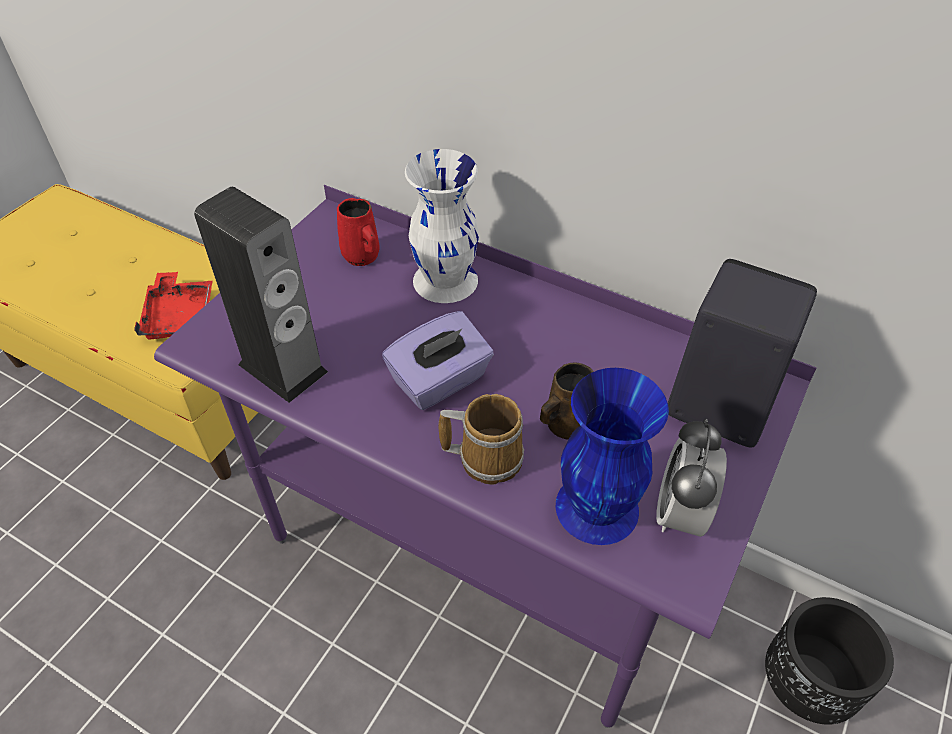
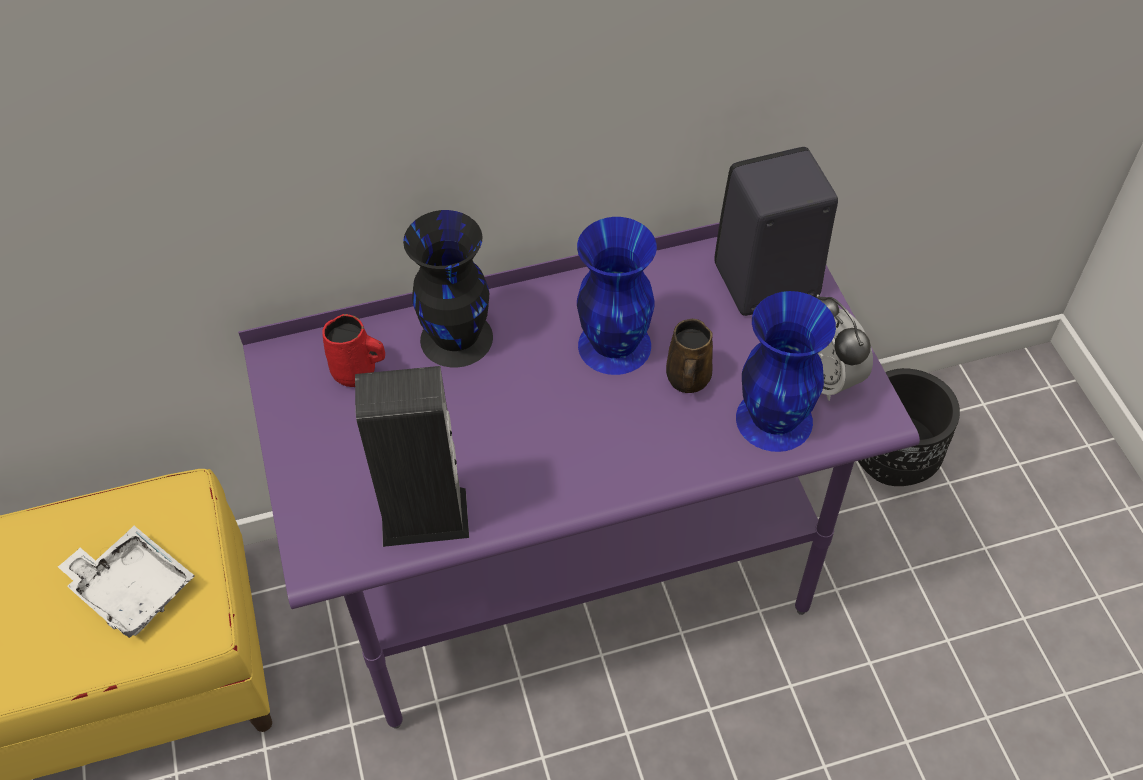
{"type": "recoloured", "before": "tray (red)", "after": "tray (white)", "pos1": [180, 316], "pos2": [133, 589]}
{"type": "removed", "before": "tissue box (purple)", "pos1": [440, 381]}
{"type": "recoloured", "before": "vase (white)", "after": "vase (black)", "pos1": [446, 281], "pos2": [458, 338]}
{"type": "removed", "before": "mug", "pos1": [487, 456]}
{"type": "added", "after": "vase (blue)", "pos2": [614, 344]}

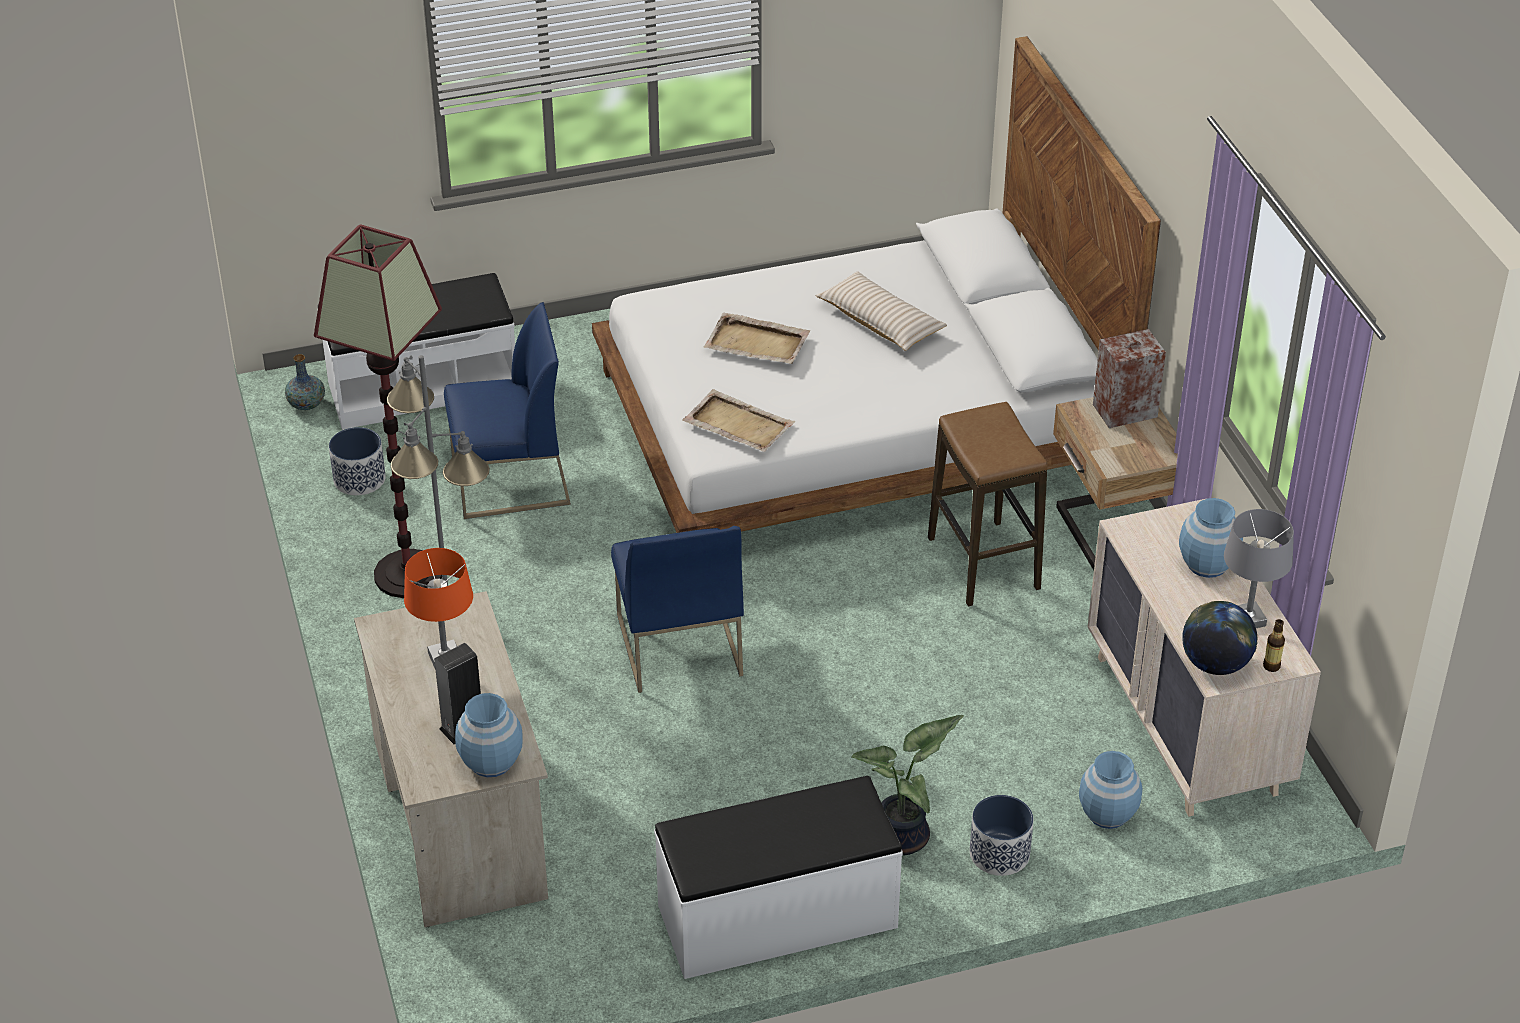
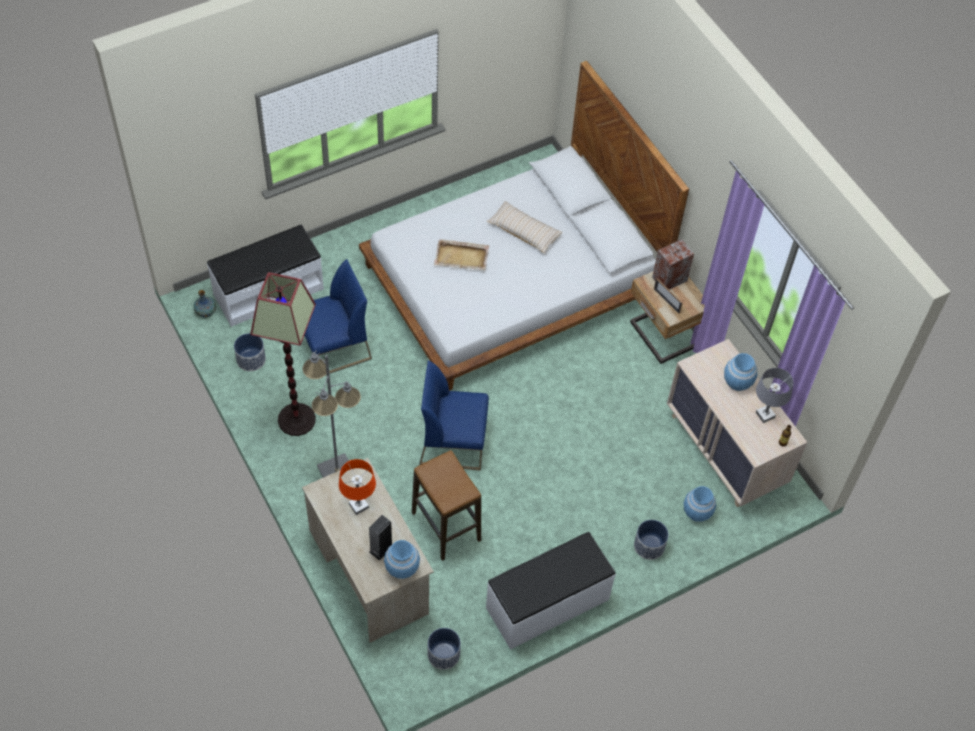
{"type": "turned", "before": "chair (blue)", "pos1": [677, 644], "pos2": [453, 442], "turn": 120}
{"type": "removed", "before": "tray (beige)", "pos1": [737, 424]}
{"type": "removed", "before": "potted plant", "pos1": [904, 838]}
{"type": "moved", "before": "stool", "pos1": [984, 564], "pos2": [446, 527]}
{"type": "removed", "before": "globe", "pos1": [1215, 664]}
{"type": "added", "after": "planter", "pos2": [443, 654]}
{"type": "added", "after": "picture frame", "pos2": [666, 301]}

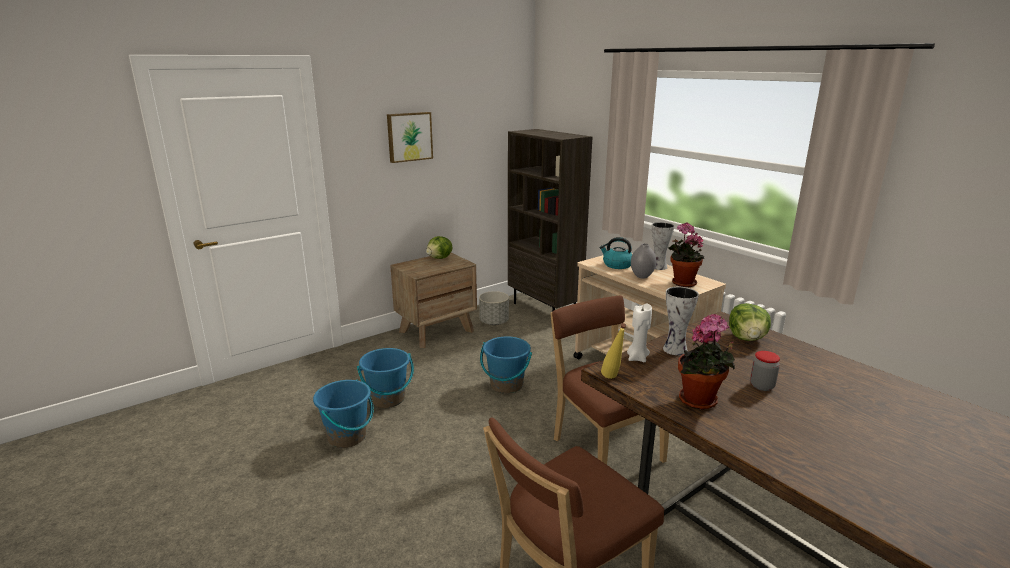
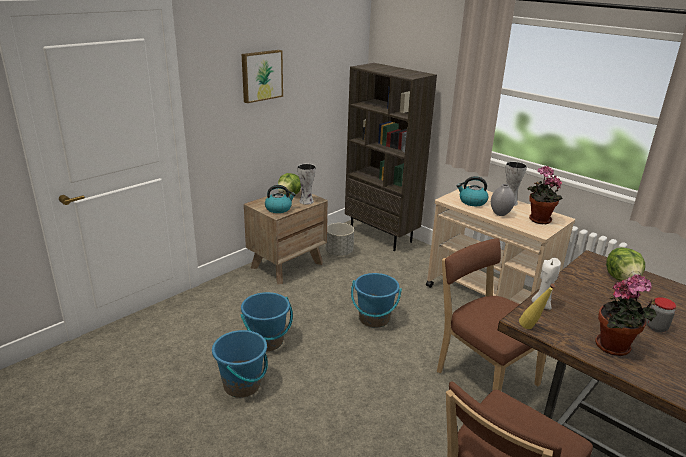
{"type": "moved", "before": "vase", "pos1": [675, 350], "pos2": [306, 201]}
{"type": "added", "after": "kettle", "pos2": [279, 209]}

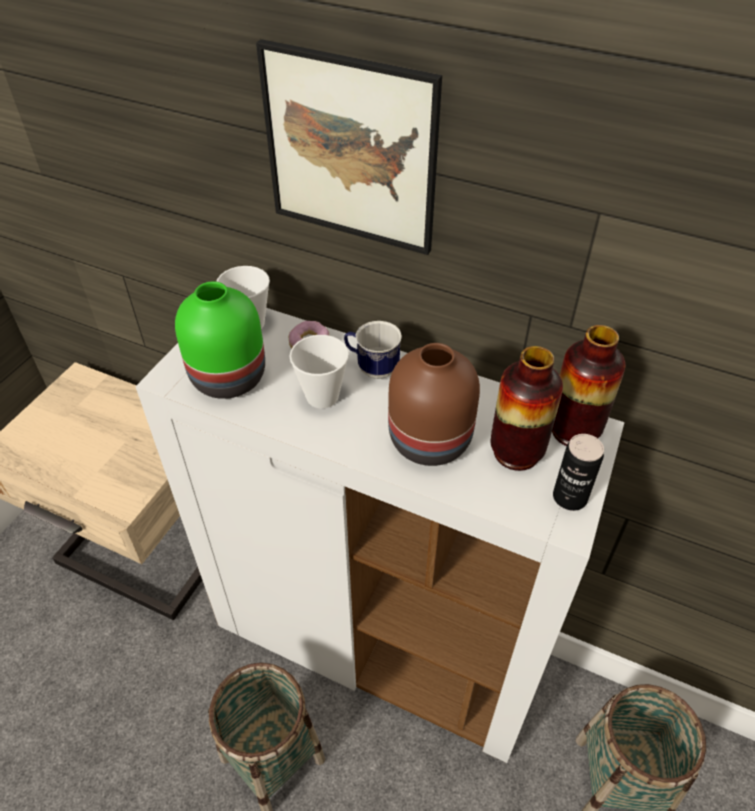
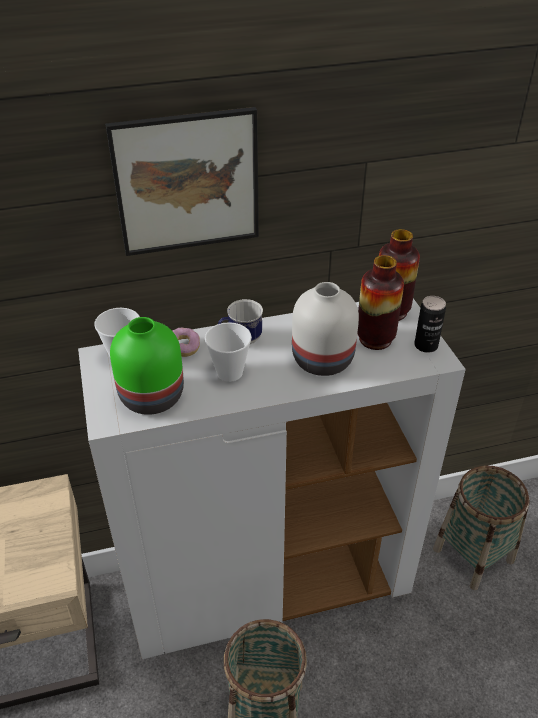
{"type": "recoloured", "before": "vase (brown)", "after": "vase (white)", "pos1": [427, 439], "pos2": [321, 360]}

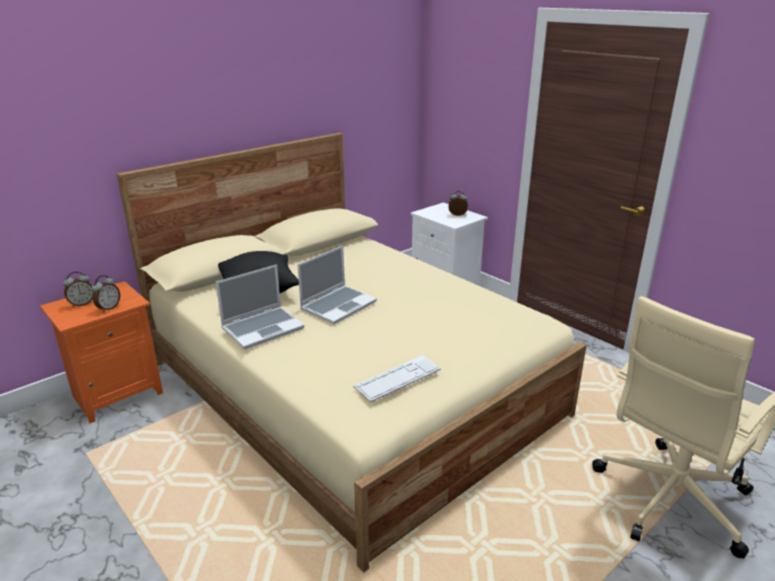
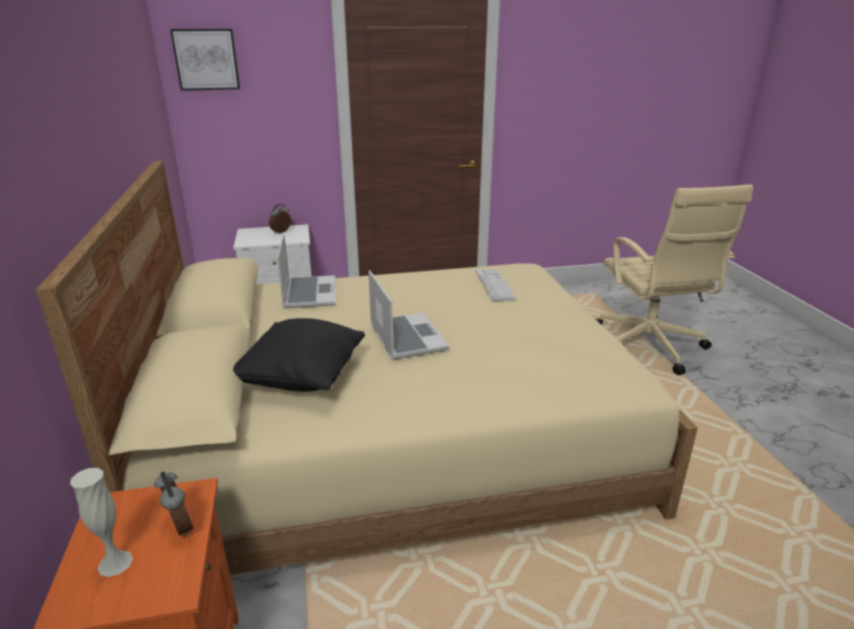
{"type": "replaced", "before": "alarm clock", "after": "vase (white)", "pos1": [82, 304], "pos2": [115, 563]}
{"type": "moved", "before": "laptop", "pos1": [263, 328], "pos2": [309, 293]}
{"type": "moved", "before": "keyboard", "pos1": [398, 378], "pos2": [494, 285]}
{"type": "added", "after": "picture", "pos2": [206, 59]}

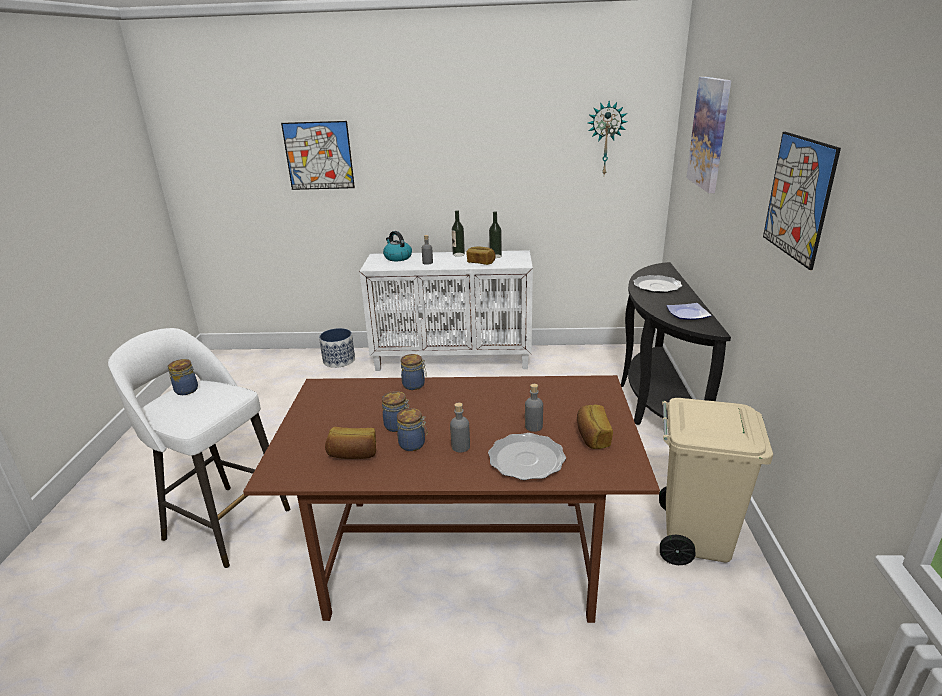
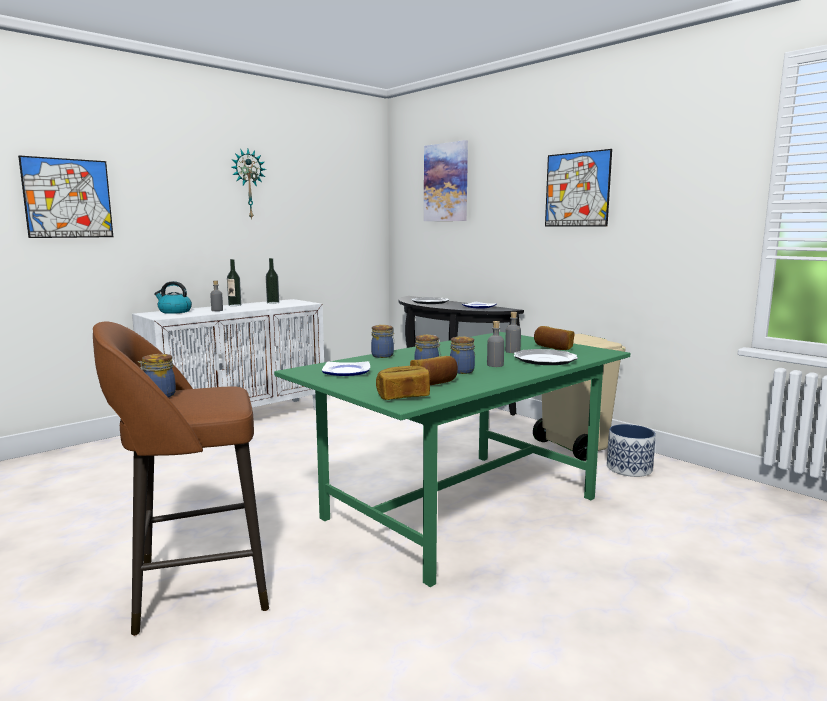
{"type": "recoloured", "before": "stool (white)", "after": "stool (brown)", "pos1": [225, 523], "pos2": [197, 588]}
{"type": "recoloured", "before": "dining table (brown)", "after": "dining table (green)", "pos1": [459, 555], "pos2": [461, 509]}
{"type": "moved", "before": "planter", "pos1": [338, 360], "pos2": [629, 469]}
{"type": "moved", "before": "bread", "pos1": [481, 262], "pos2": [403, 396]}
{"type": "moved", "before": "wall clock", "pos1": [605, 138], "pos2": [248, 184]}
{"type": "added", "after": "plate", "pos2": [347, 372]}

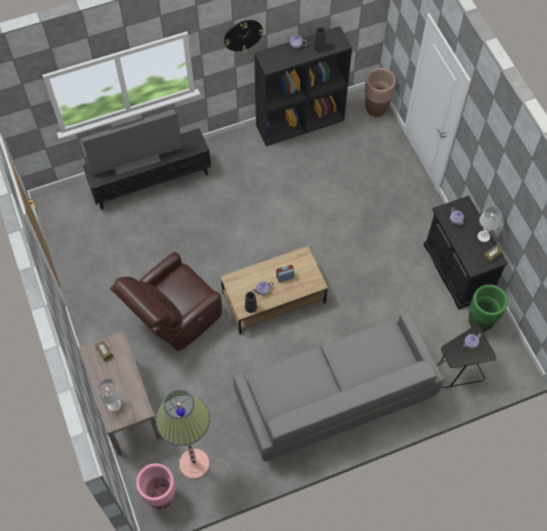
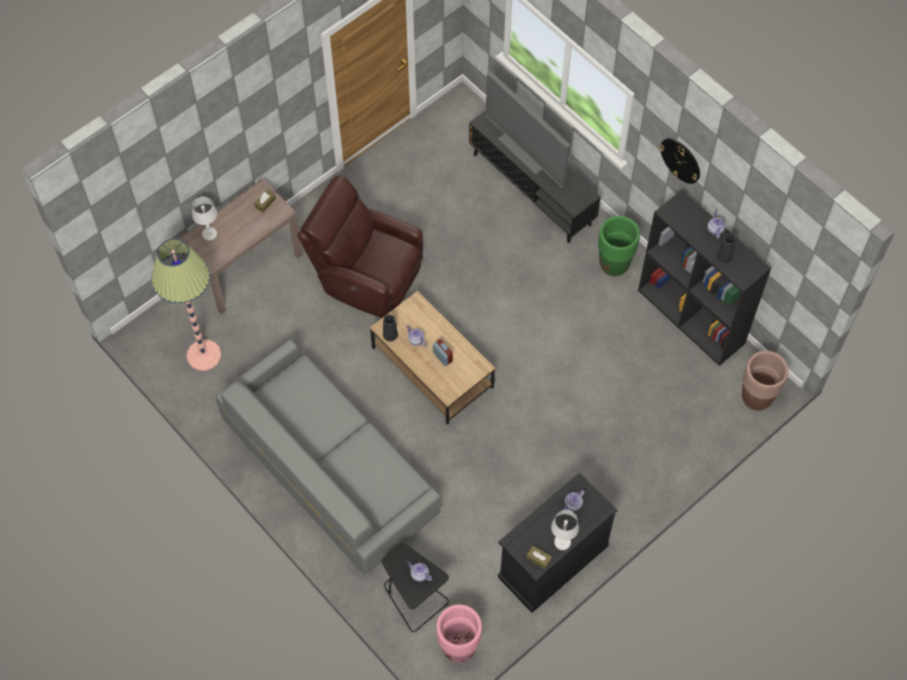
{"type": "moved", "before": "planter (pink)", "pos1": [161, 497], "pos2": [458, 647]}
{"type": "moved", "before": "planter (green)", "pos1": [480, 322], "pos2": [614, 265]}

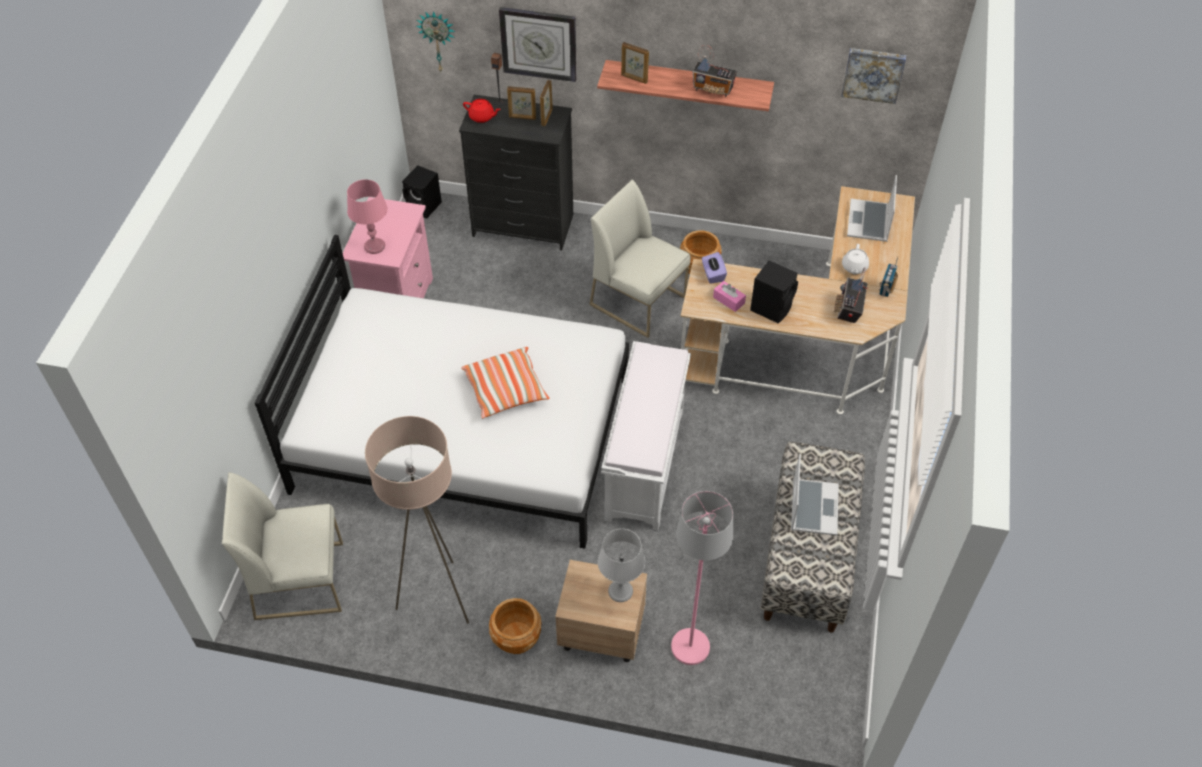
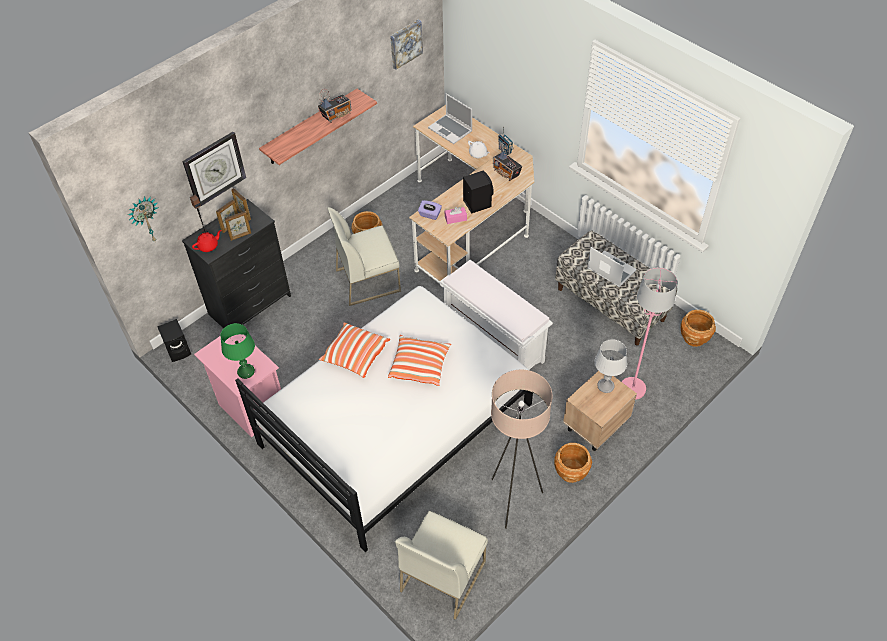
{"type": "recoloured", "before": "table lamp (pink)", "after": "table lamp (green)", "pos1": [374, 246], "pos2": [245, 371]}
{"type": "moved", "before": "picture frame", "pos1": [634, 79], "pos2": [241, 236]}
{"type": "added", "after": "pillow", "pos2": [355, 355]}
{"type": "added", "after": "planter (brown)", "pos2": [694, 338]}

